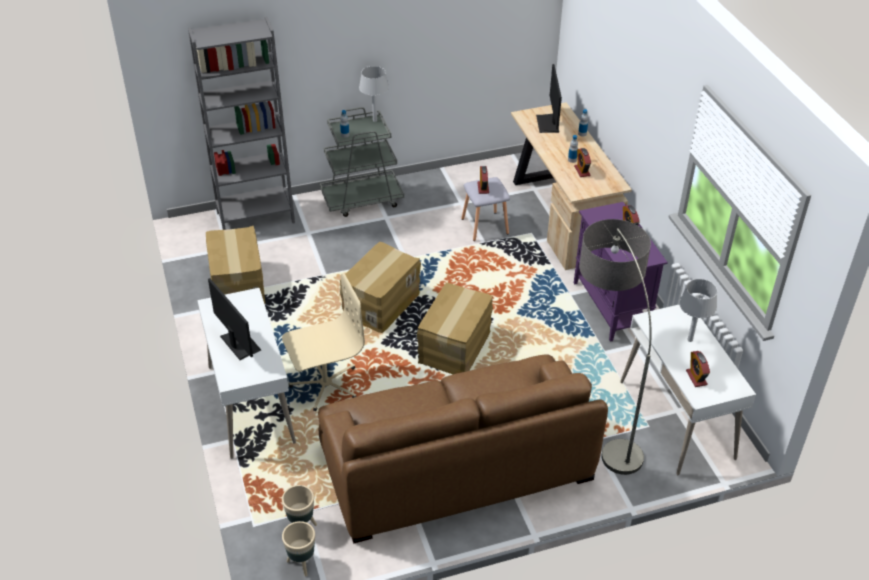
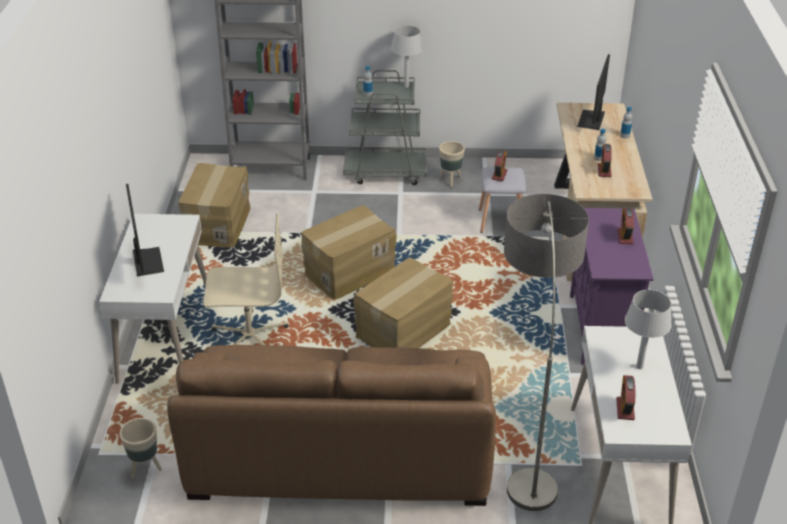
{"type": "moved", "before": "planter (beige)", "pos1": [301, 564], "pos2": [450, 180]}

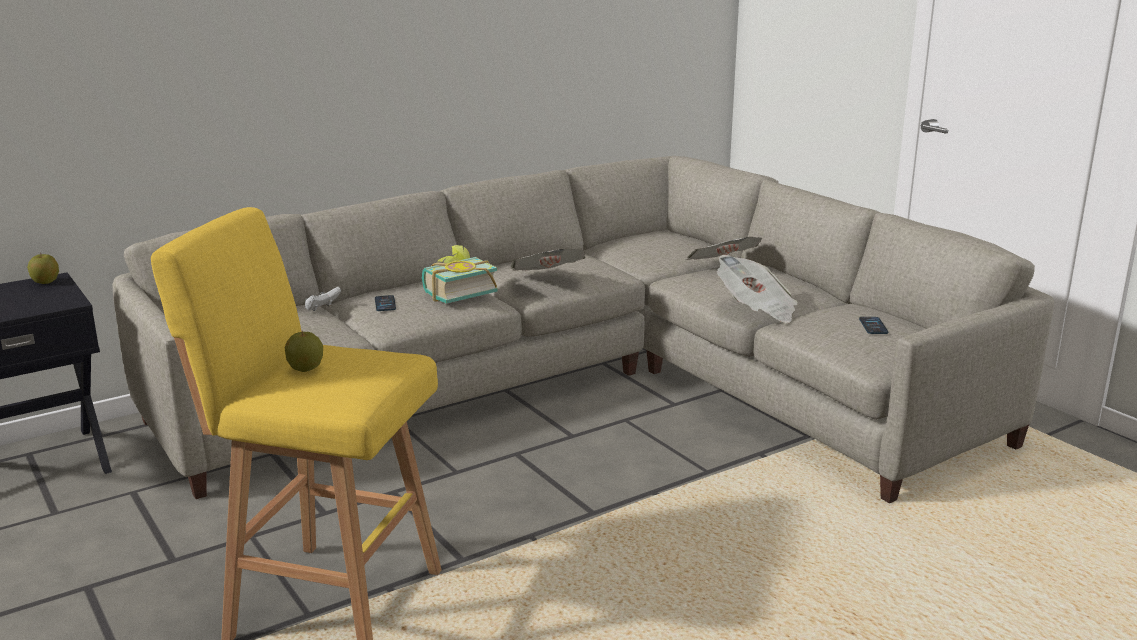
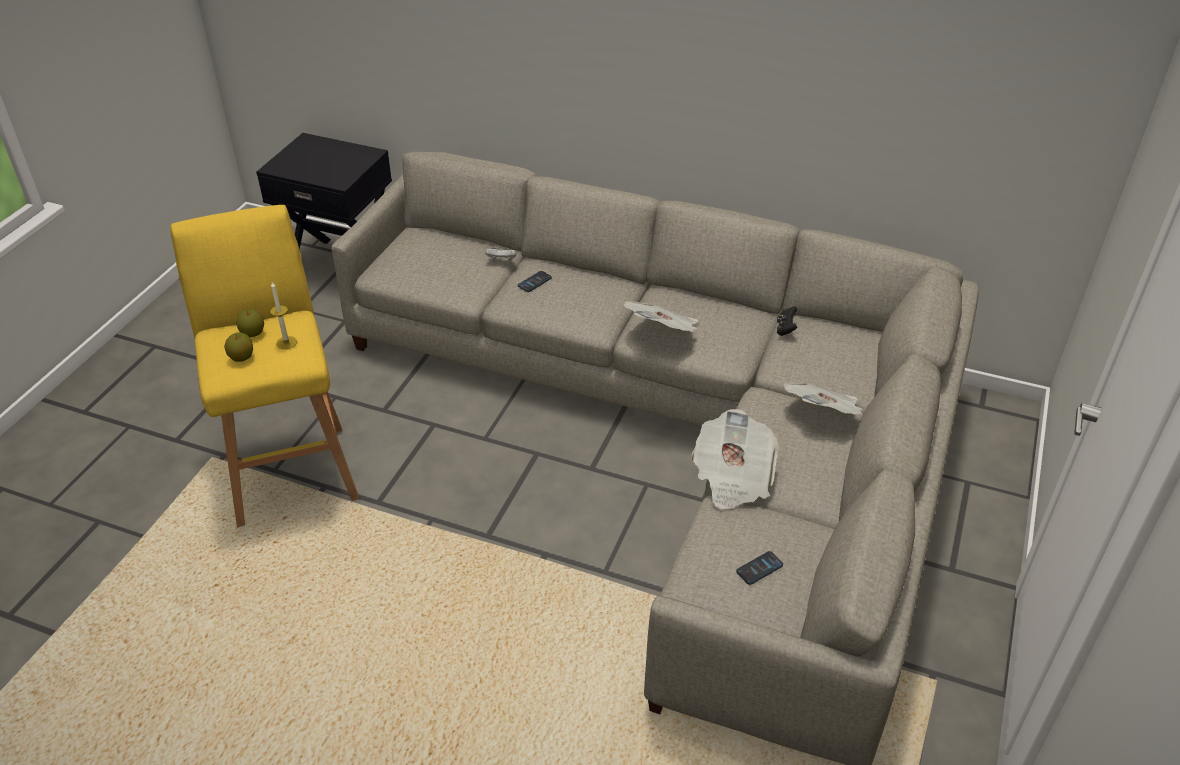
{"type": "moved", "before": "apple", "pos1": [45, 282], "pos2": [242, 357]}
{"type": "removed", "before": "book", "pos1": [456, 292]}
{"type": "added", "after": "candle", "pos2": [286, 342]}
{"type": "added", "after": "game controller (black)", "pos2": [785, 329]}

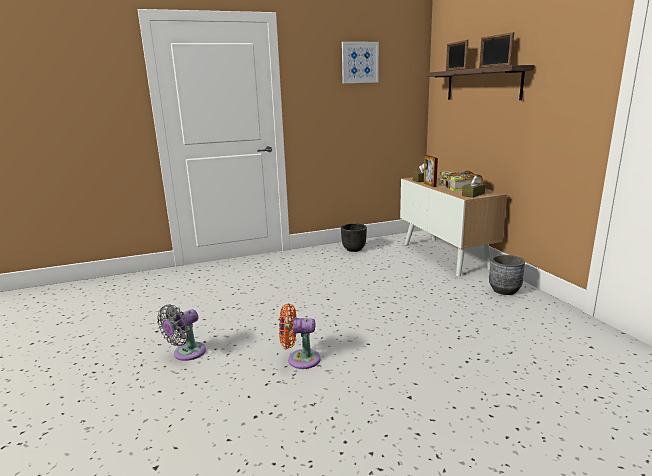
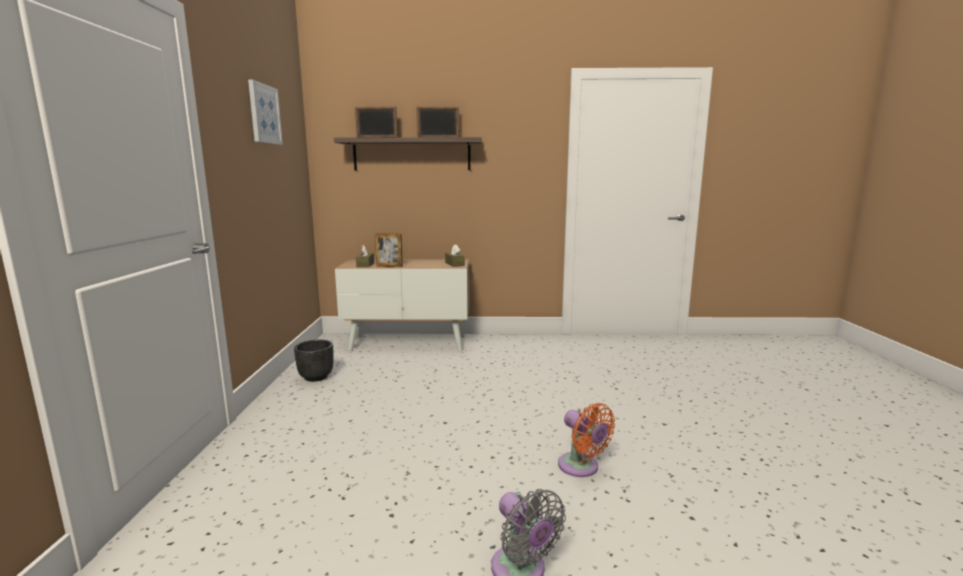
{"type": "turned", "before": "fan (orange)", "pos1": [300, 359], "pos2": [581, 467], "turn": -60}
{"type": "removed", "before": "book", "pos1": [459, 187]}
{"type": "removed", "before": "planter (grey)", "pos1": [504, 290]}

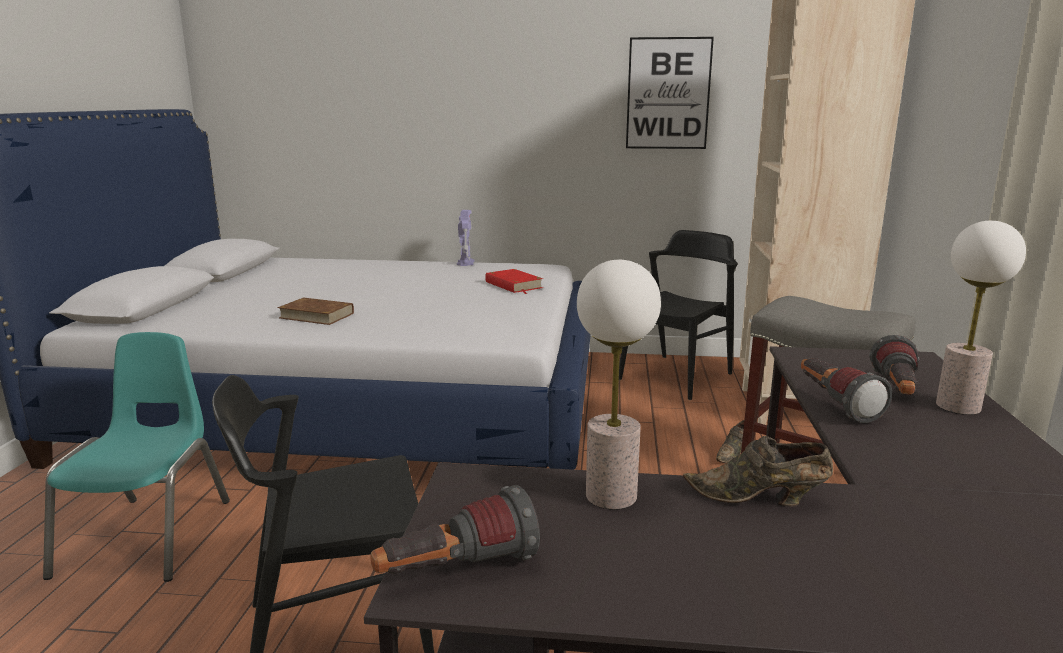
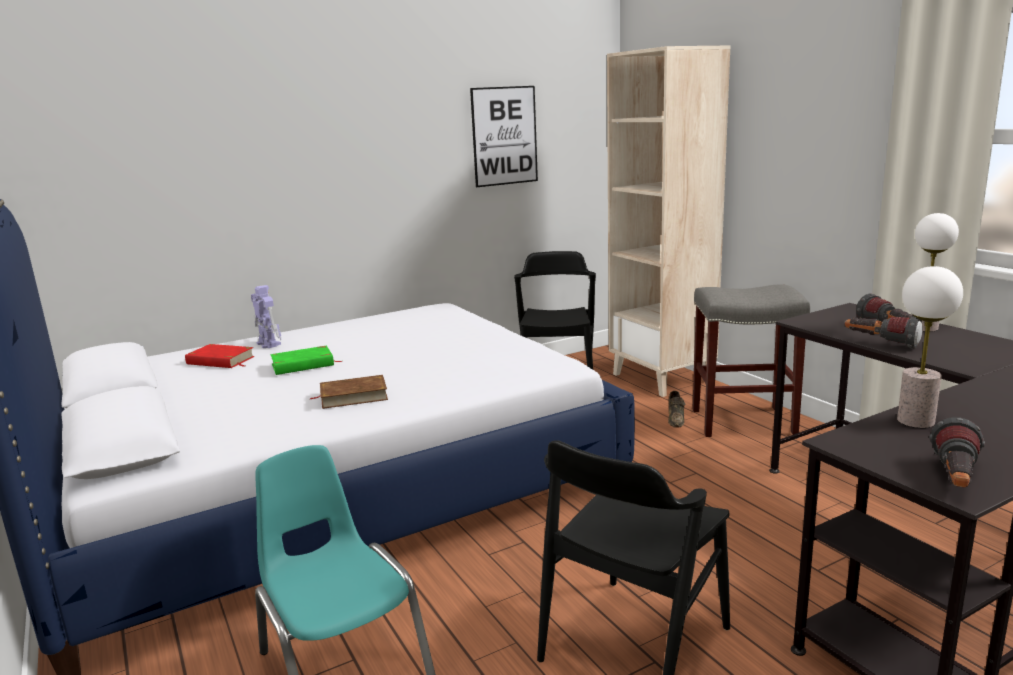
{"type": "moved", "before": "toy robot", "pos1": [465, 263], "pos2": [268, 344]}
{"type": "moved", "before": "book (red)", "pos1": [513, 285], "pos2": [220, 360]}
{"type": "removed", "before": "shoe (brown)", "pos1": [759, 499]}
{"type": "added", "after": "book (green)", "pos2": [303, 365]}

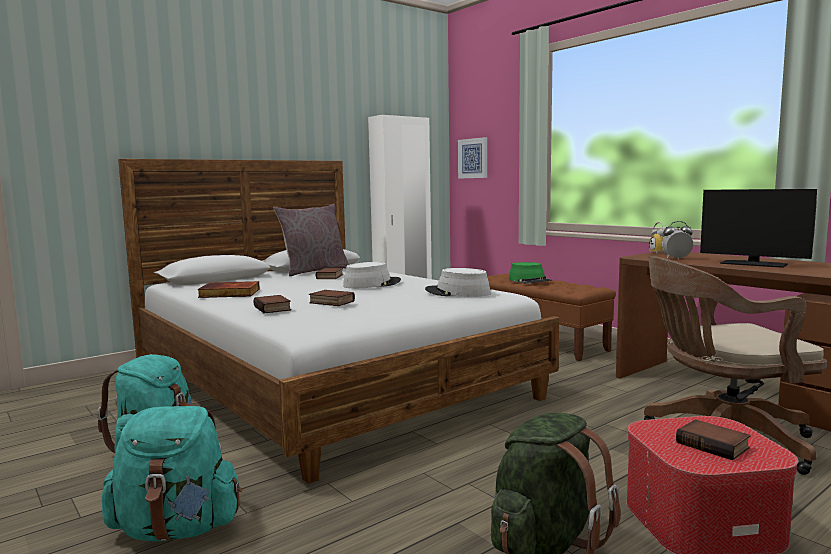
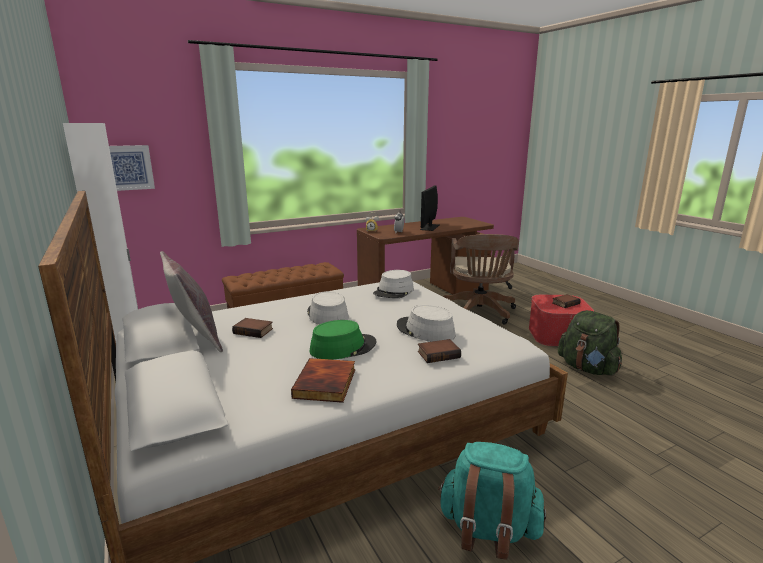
{"type": "removed", "before": "backpack (turquoise)", "pos1": [177, 529]}
{"type": "replaced", "before": "book", "after": "hat (grey)", "pos1": [330, 302], "pos2": [425, 330]}
{"type": "moved", "before": "hat (green)", "pos1": [530, 280], "pos2": [343, 347]}
{"type": "turned", "before": "monitor", "pos1": [753, 264], "pos2": [430, 227], "turn": 150}

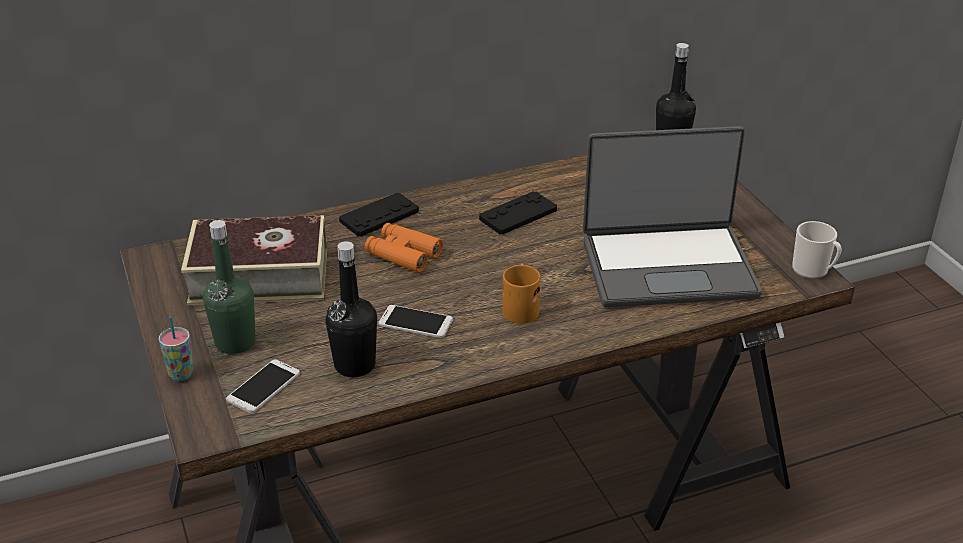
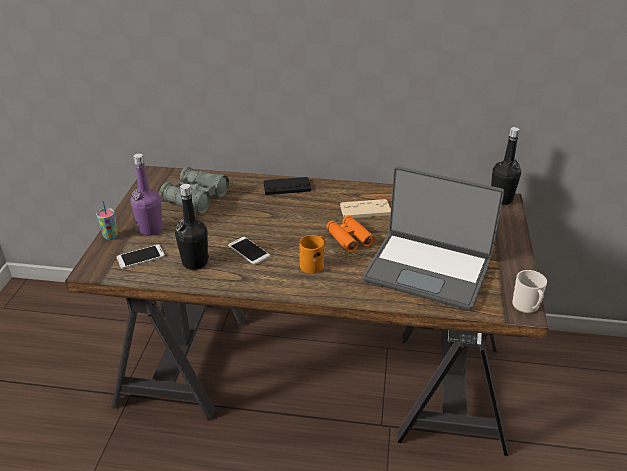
{"type": "replaced", "before": "book", "after": "binoculars (grey)", "pos1": [259, 275], "pos2": [196, 199]}
{"type": "recoloured", "before": "bottle (green)", "after": "bottle (purple)", "pos1": [235, 342], "pos2": [150, 229]}
{"type": "moved", "before": "binoculars (orange)", "pos1": [403, 254], "pos2": [349, 238]}
{"type": "recoloured", "before": "game controller (black)", "after": "game controller (beige)", "pos1": [518, 214], "pos2": [365, 210]}

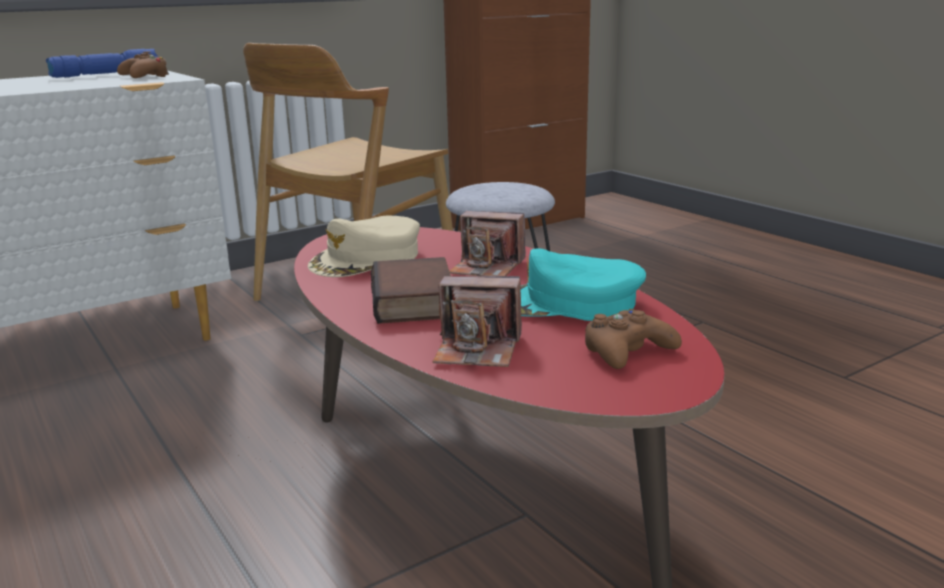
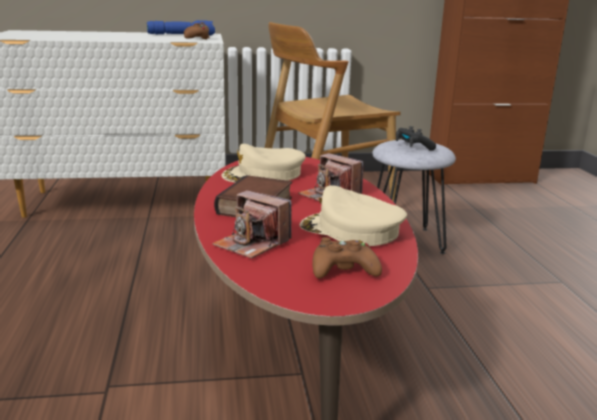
{"type": "recoloured", "before": "cap (turquoise)", "after": "cap (beige)", "pos1": [570, 303], "pos2": [351, 230]}
{"type": "added", "after": "game controller (black)", "pos2": [413, 147]}

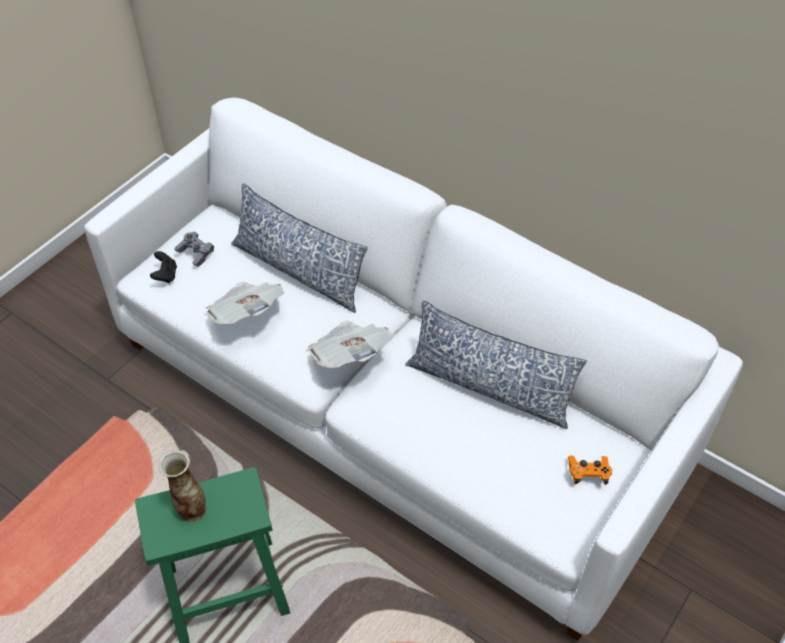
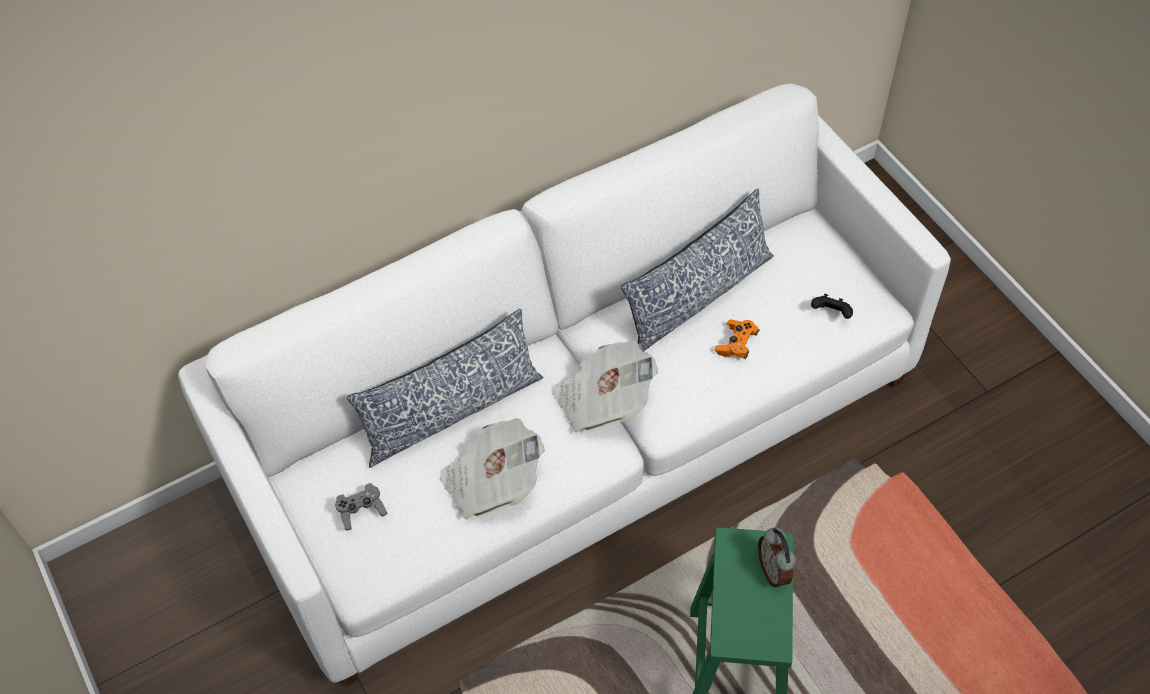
{"type": "moved", "before": "game controller (black)", "pos1": [165, 275], "pos2": [831, 314]}
{"type": "removed", "before": "vase", "pos1": [191, 509]}
{"type": "moved", "before": "game controller (orange)", "pos1": [588, 473], "pos2": [736, 344]}
{"type": "added", "after": "alarm clock", "pos2": [774, 570]}

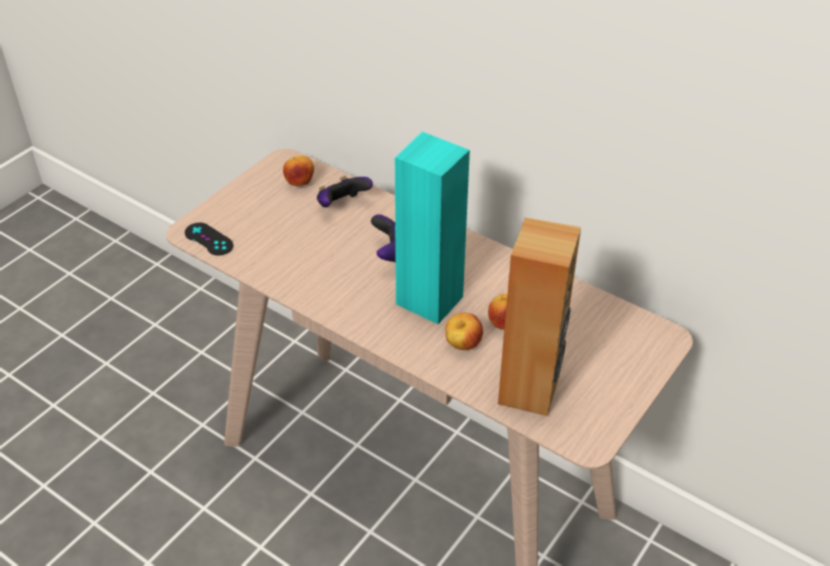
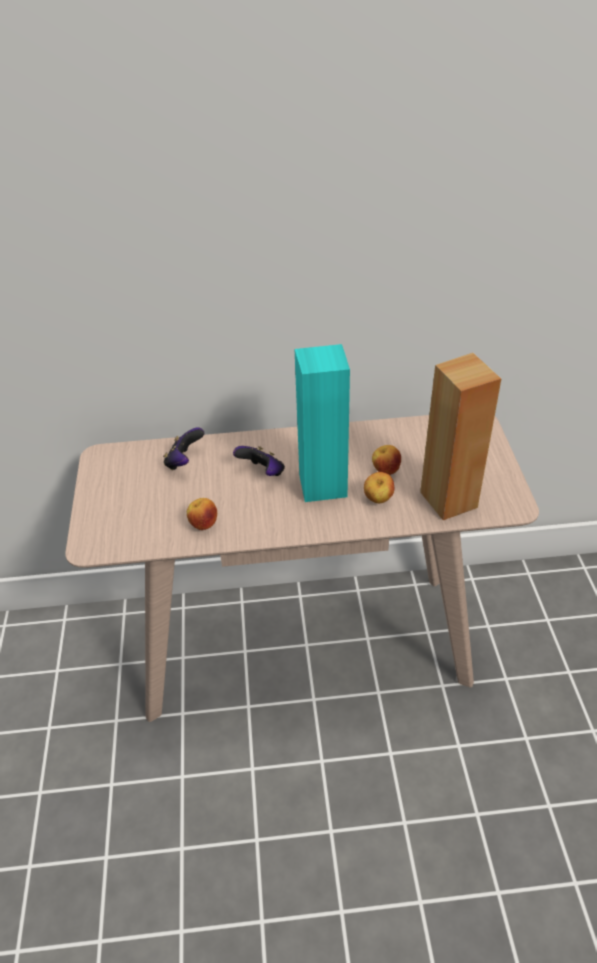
{"type": "removed", "before": "game controller (black)", "pos1": [209, 239]}
{"type": "moved", "before": "apple", "pos1": [299, 183], "pos2": [203, 524]}

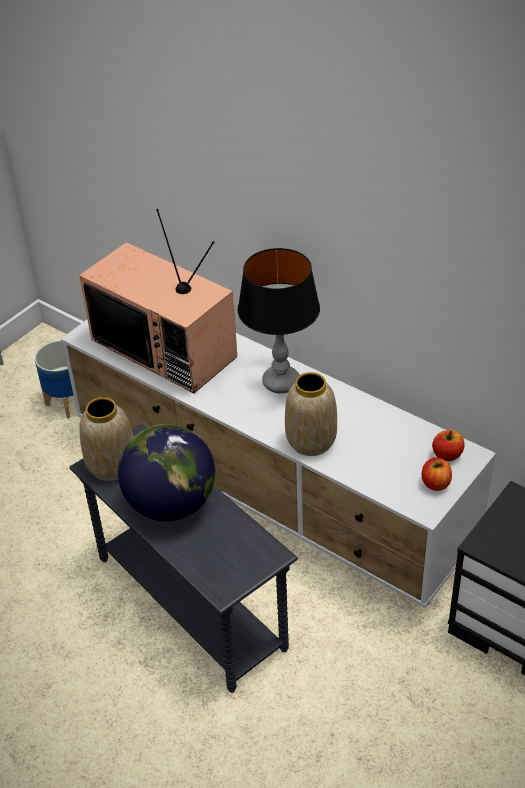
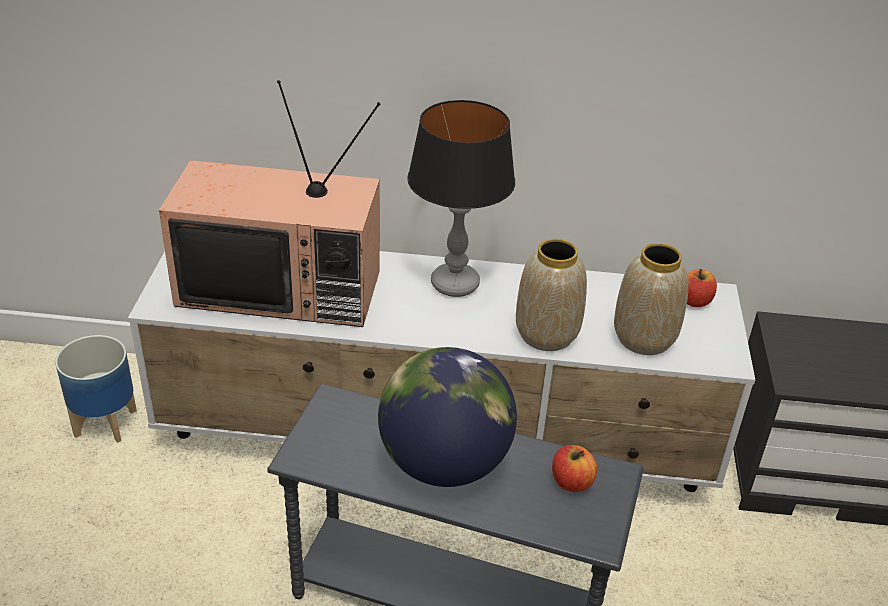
{"type": "moved", "before": "vase", "pos1": [112, 466], "pos2": [644, 338]}
{"type": "moved", "before": "apple", "pos1": [435, 483], "pos2": [571, 482]}

